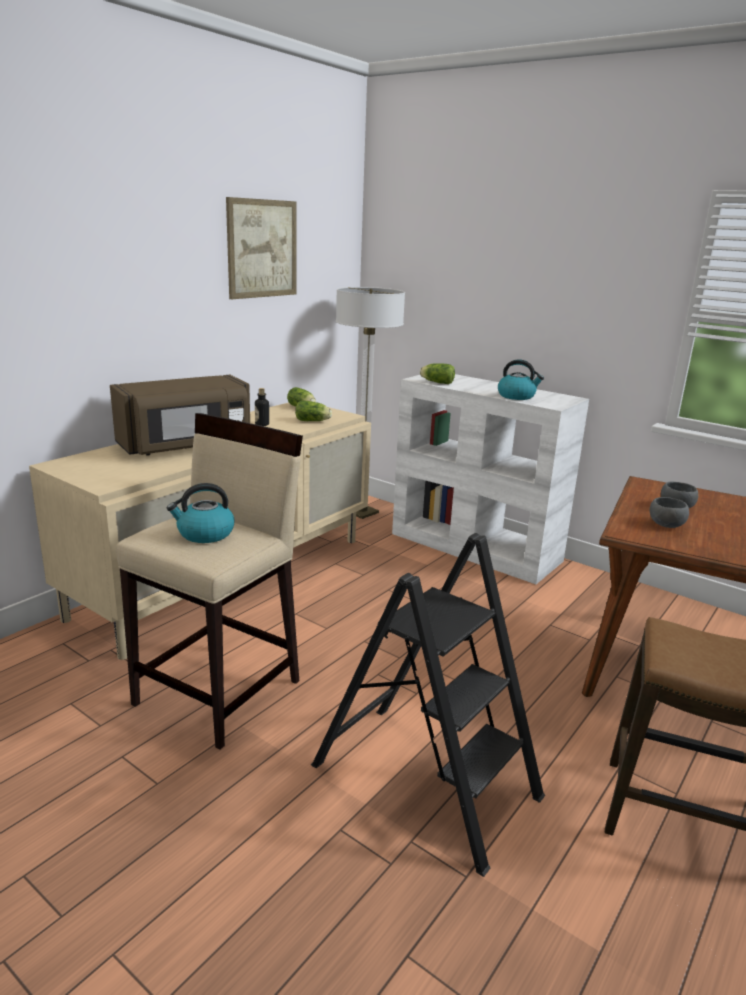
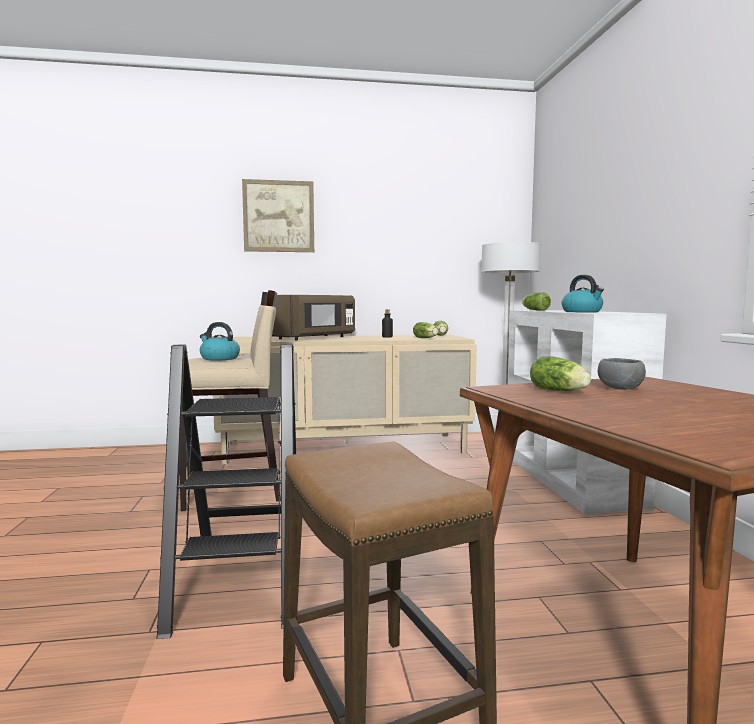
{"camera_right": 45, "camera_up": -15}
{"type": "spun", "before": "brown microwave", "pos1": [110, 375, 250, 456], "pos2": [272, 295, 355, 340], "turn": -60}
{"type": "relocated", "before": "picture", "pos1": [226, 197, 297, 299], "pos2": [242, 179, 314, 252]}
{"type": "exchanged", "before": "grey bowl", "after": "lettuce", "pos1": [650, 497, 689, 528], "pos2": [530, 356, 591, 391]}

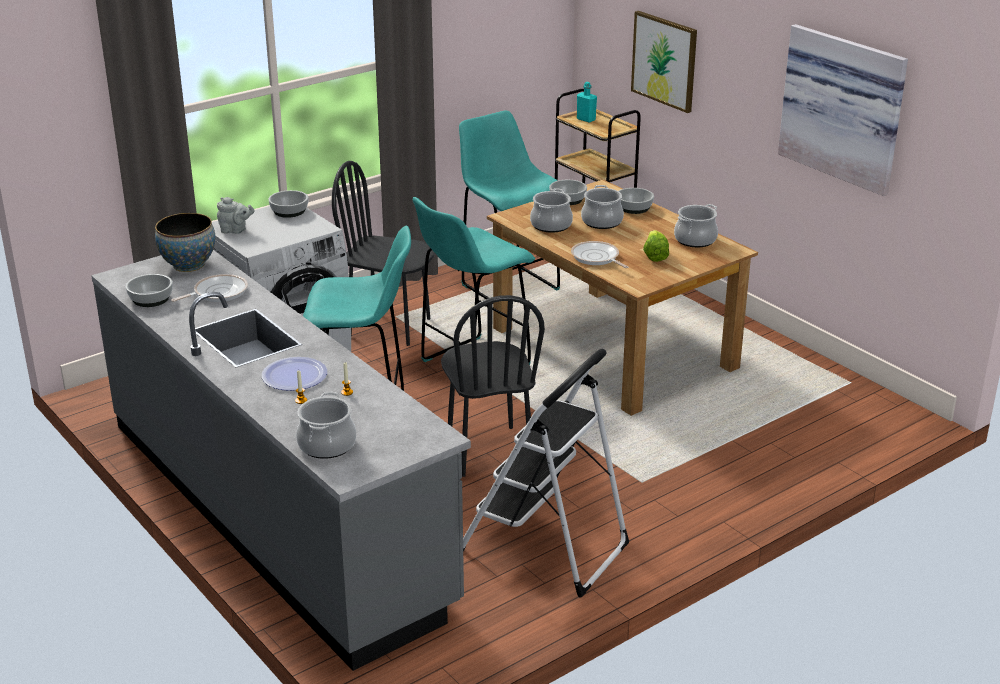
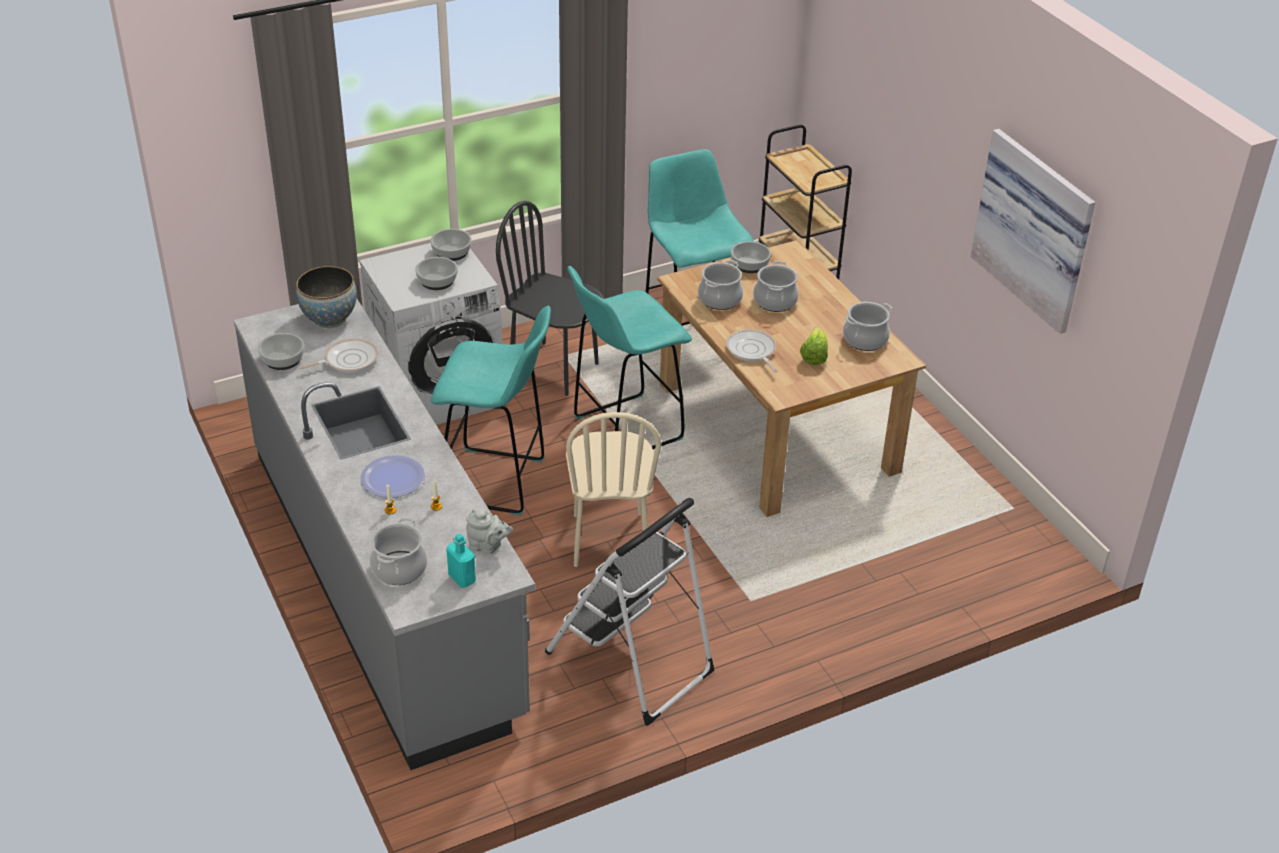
{"camera_right": 10, "camera_up": 10}
{"type": "relocated", "before": "grey teapot", "pos1": [217, 197, 254, 234], "pos2": [466, 509, 513, 554]}
{"type": "colour", "before": "black chair", "after": "beige chair", "pos1": [441, 295, 545, 477], "pos2": [566, 412, 661, 567]}
{"type": "relocated", "before": "turquoise bottle", "pos1": [577, 82, 597, 123], "pos2": [446, 534, 476, 588]}
{"type": "relocated", "before": "bowl", "pos1": [619, 188, 654, 214], "pos2": [415, 257, 458, 290]}
{"type": "missing", "before": "picture", "pos1": [631, 11, 697, 113]}

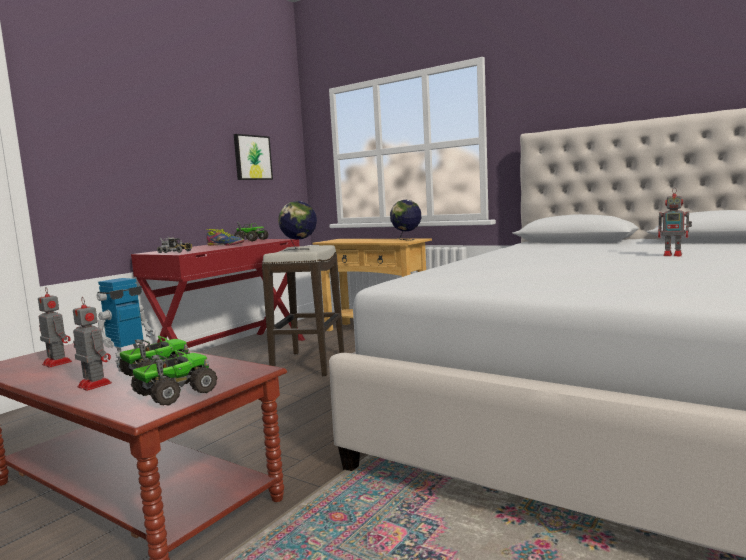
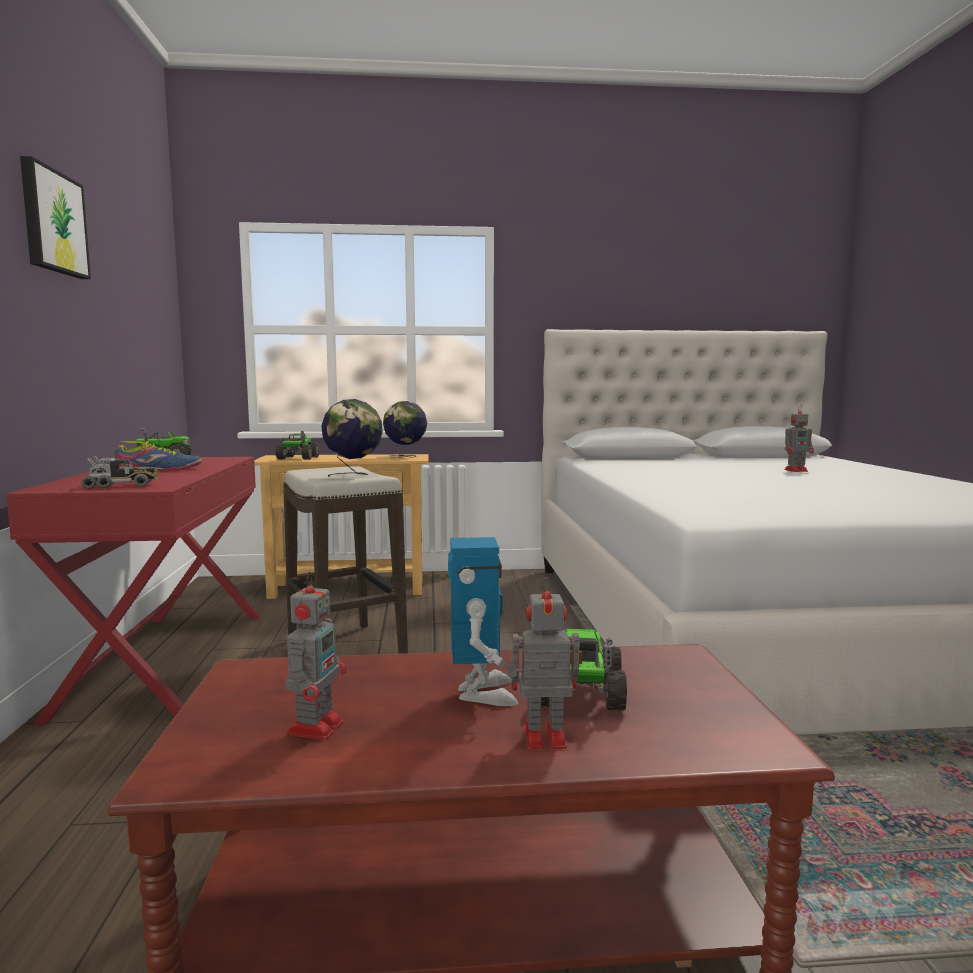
{"camera_right": -40, "camera_up": 0}
{"type": "spun", "before": "toy robot", "pos1": [38, 287, 72, 368], "pos2": [286, 572, 346, 740], "turn": 105}
{"type": "relocated", "before": "toy truck", "pos1": [131, 350, 217, 406], "pos2": [276, 431, 320, 460]}
{"type": "relocated", "before": "picture", "pos1": [234, 134, 273, 180], "pos2": [20, 156, 91, 279]}

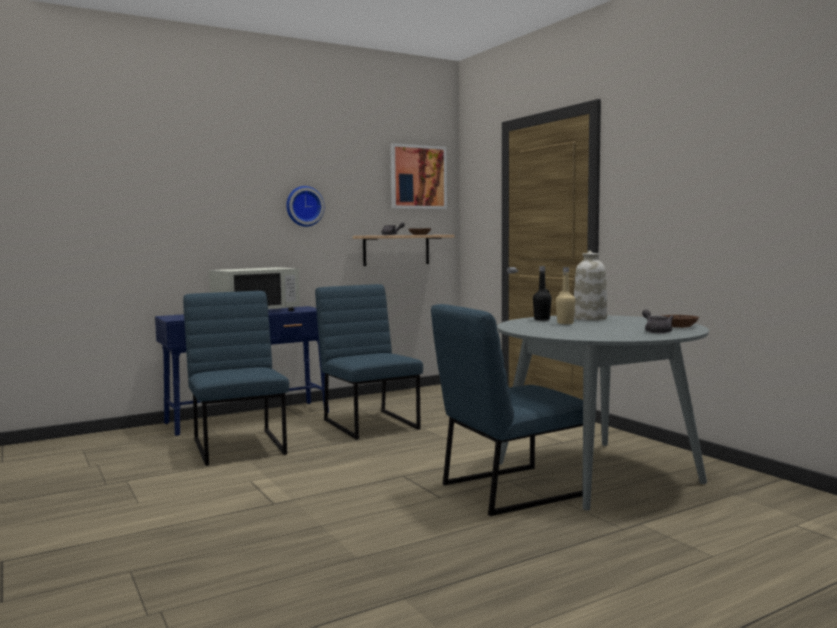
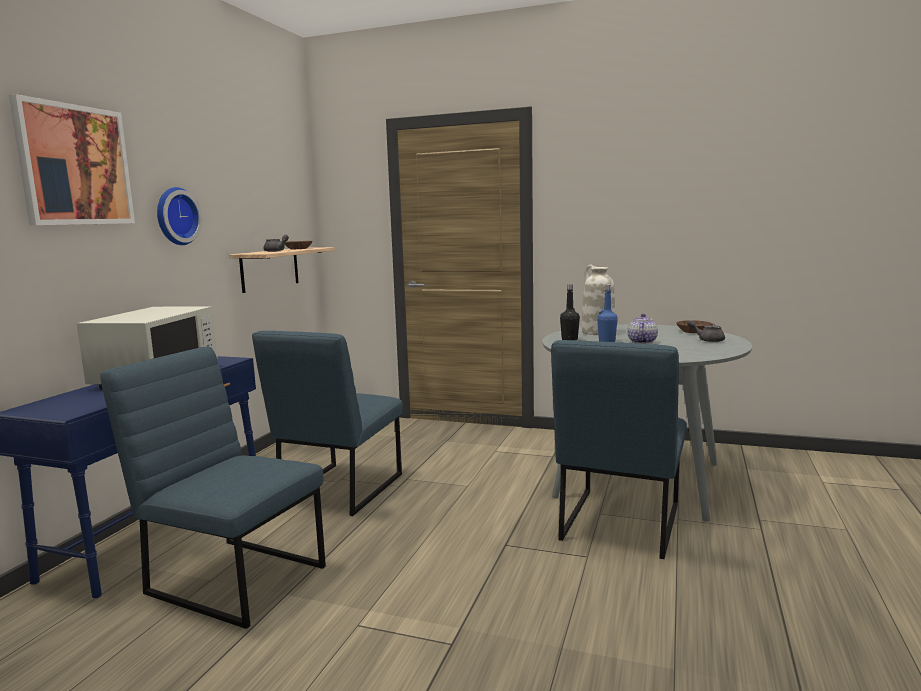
{"camera_right": -40, "camera_up": 5}
{"type": "spun", "before": "blue chair", "pos1": [315, 284, 423, 440], "pos2": [252, 331, 403, 516], "turn": -90}
{"type": "relocated", "before": "picture", "pos1": [390, 143, 447, 209], "pos2": [9, 94, 135, 226]}
{"type": "colour", "before": "beige bottle", "after": "blue bottle", "pos1": [556, 267, 576, 324], "pos2": [597, 284, 618, 342]}
{"type": "appeared", "after": "teapot", "pos2": [627, 314, 658, 344]}

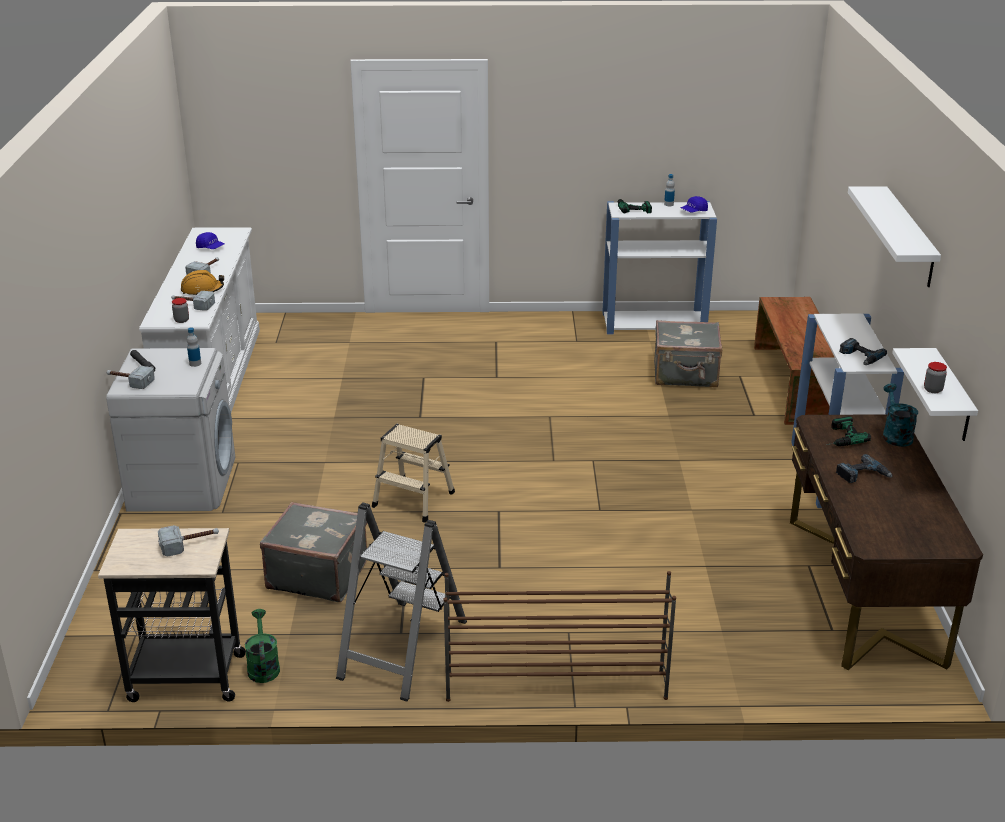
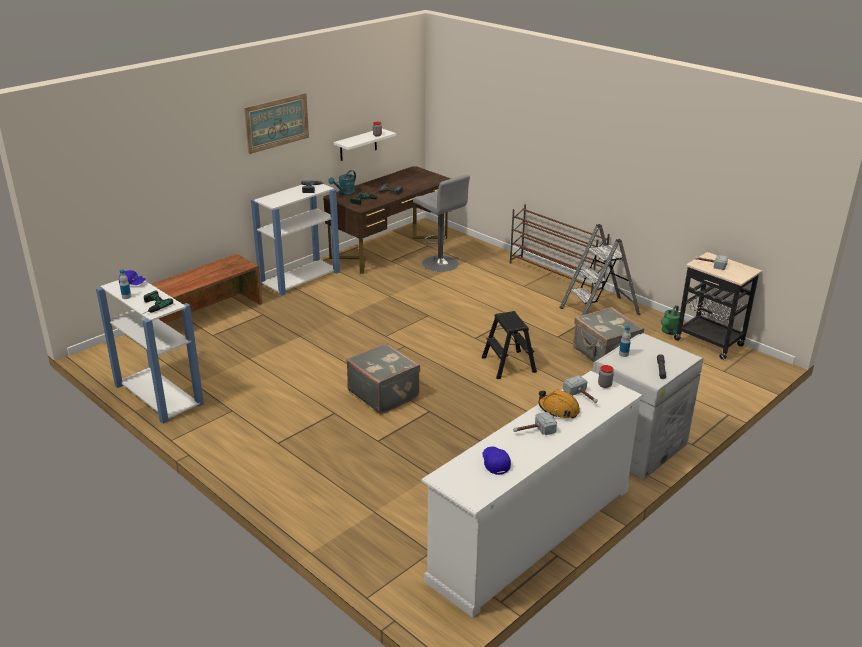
{"camera_right": -135, "camera_up": 0}
{"type": "missing", "before": "hammer", "pos1": [107, 366, 155, 389]}
{"type": "colour", "before": "beige step ladder", "after": "black step ladder", "pos1": [372, 424, 455, 523], "pos2": [482, 311, 537, 379]}
{"type": "relocated", "before": "grey suitcase", "pos1": [654, 320, 722, 387], "pos2": [347, 343, 420, 414]}
{"type": "exchanged", "before": "white shelf", "after": "picture", "pos1": [848, 186, 941, 287], "pos2": [244, 93, 309, 154]}
{"type": "appeared", "after": "grey stool", "pos2": [413, 174, 470, 272]}

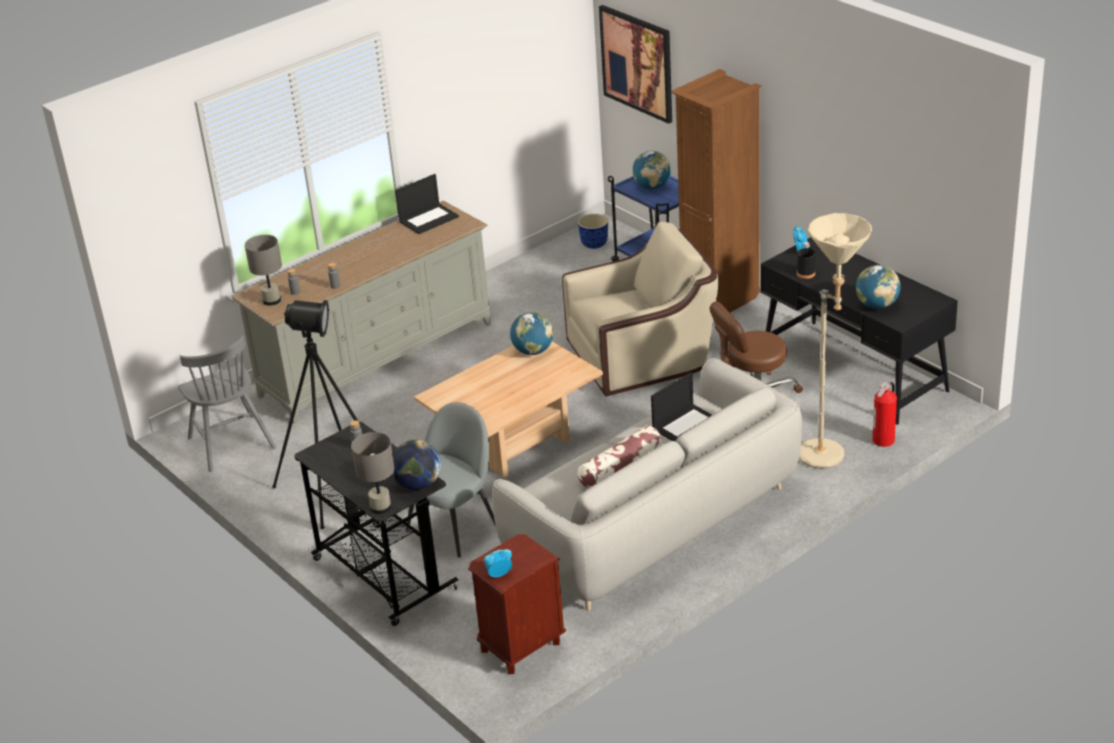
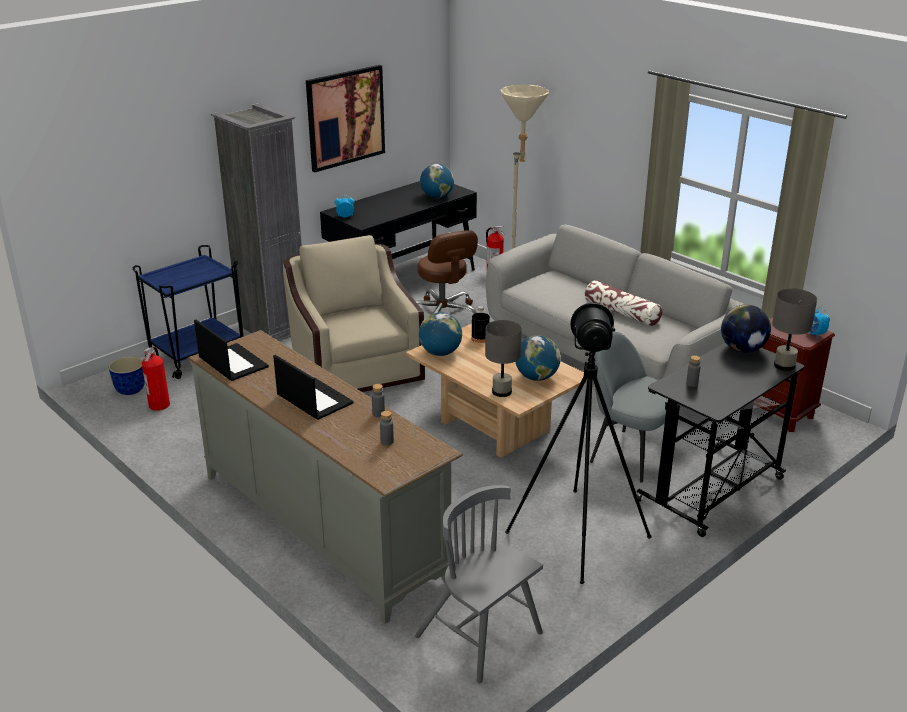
{"camera_right": -95, "camera_up": -5}
{"type": "spun", "before": "grey chair", "pos1": [178, 335, 277, 472], "pos2": [415, 485, 543, 683], "turn": -105}
{"type": "relocated", "before": "grey table lamp", "pos1": [245, 235, 282, 306], "pos2": [485, 320, 522, 397]}
{"type": "relocated", "before": "picture", "pos1": [599, 5, 672, 124], "pos2": [306, 65, 385, 173]}
{"type": "relocated", "before": "globe", "pos1": [632, 151, 671, 189], "pos2": [516, 335, 561, 381]}
{"type": "relocated", "before": "laptop", "pos1": [651, 372, 712, 441], "pos2": [273, 355, 354, 420]}
{"type": "colour", "before": "brown cabinet", "after": "grey cabinet", "pos1": [671, 69, 762, 313], "pos2": [211, 103, 302, 341]}
{"type": "relocated", "before": "black bottle", "pos1": [797, 242, 815, 279], "pos2": [471, 306, 490, 343]}
{"type": "appeared", "after": "fire extinguisher", "pos2": [142, 347, 170, 411]}

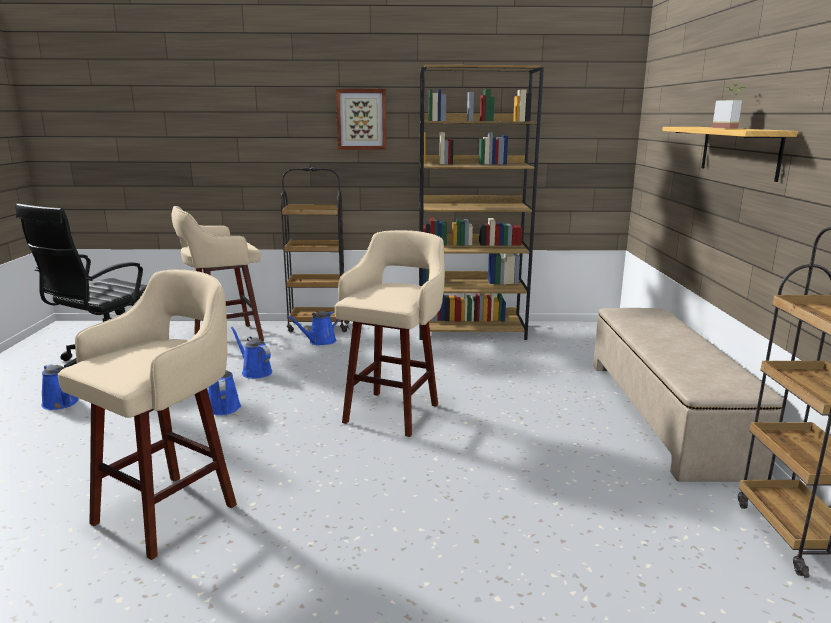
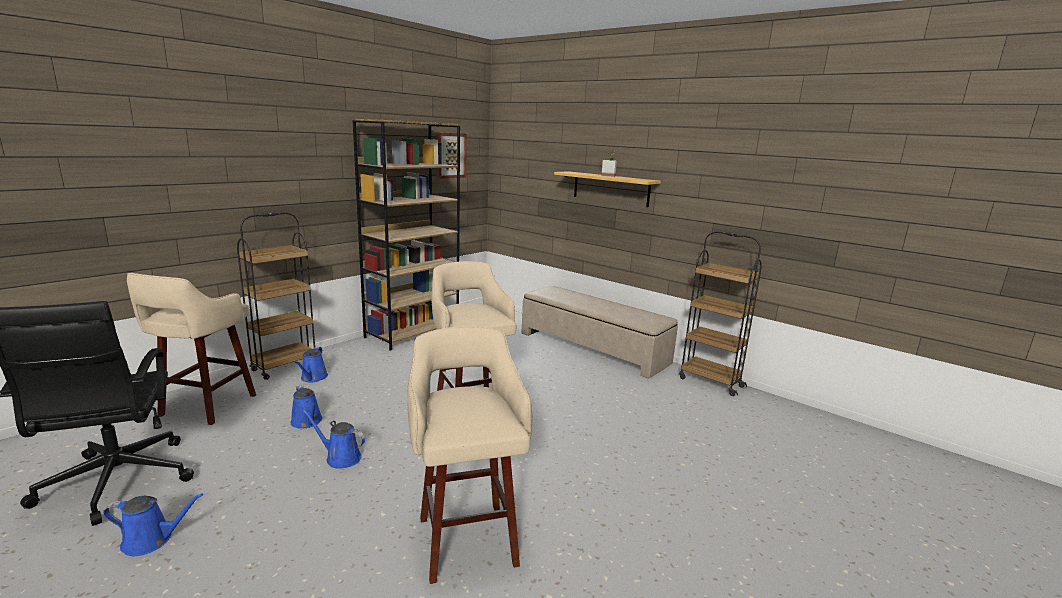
{"camera_right": -50, "camera_up": 0}
{"type": "spun", "before": "blue watering can", "pos1": [230, 327, 272, 379], "pos2": [291, 385, 323, 429], "turn": -120}
{"type": "relocated", "before": "picture", "pos1": [336, 89, 386, 150], "pos2": [436, 132, 467, 179]}

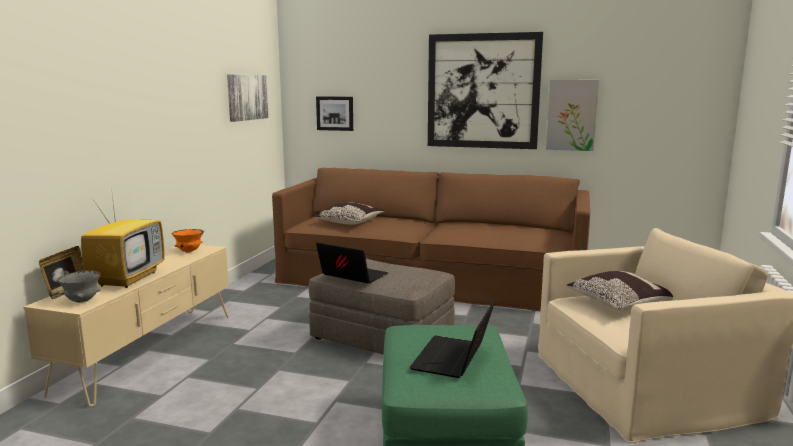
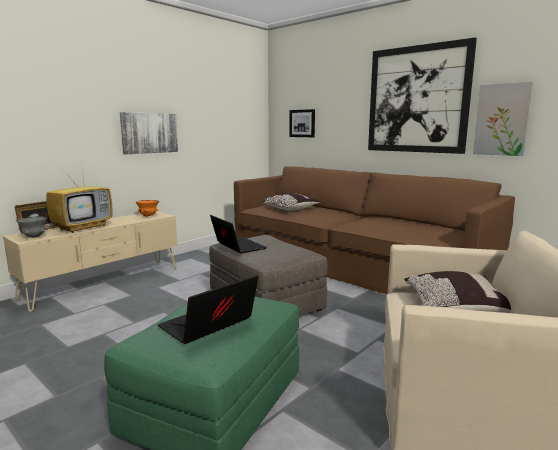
{"camera_right": 25, "camera_up": 0}
{"type": "relocated", "before": "picture", "pos1": [227, 74, 269, 122], "pos2": [120, 112, 178, 154]}

